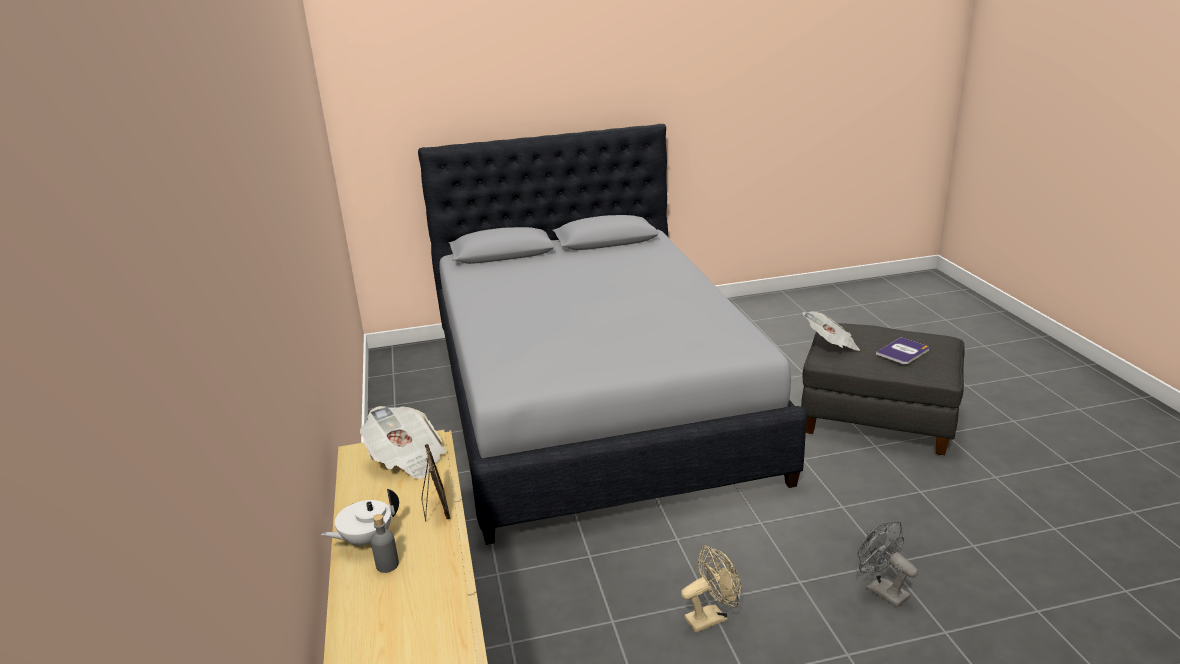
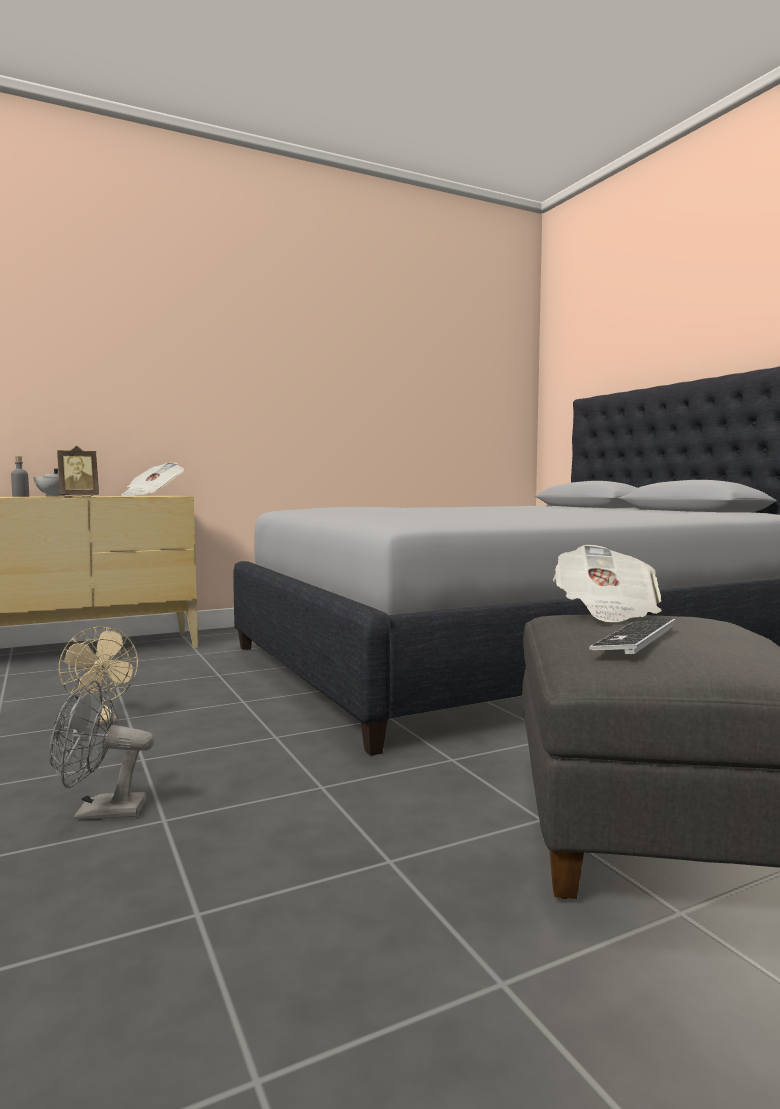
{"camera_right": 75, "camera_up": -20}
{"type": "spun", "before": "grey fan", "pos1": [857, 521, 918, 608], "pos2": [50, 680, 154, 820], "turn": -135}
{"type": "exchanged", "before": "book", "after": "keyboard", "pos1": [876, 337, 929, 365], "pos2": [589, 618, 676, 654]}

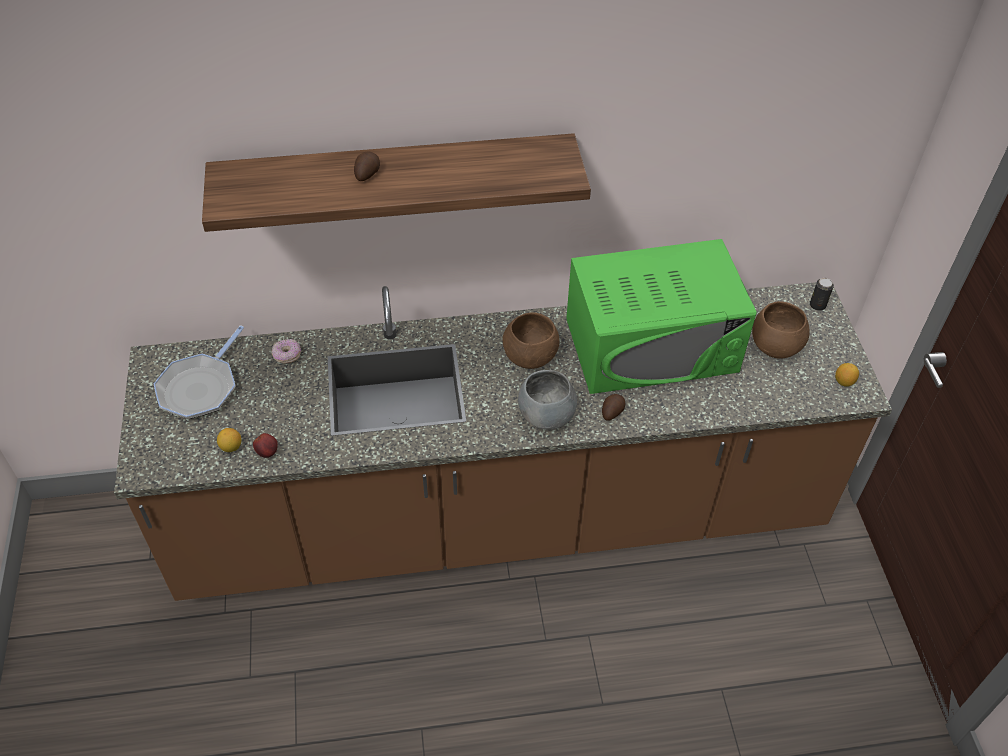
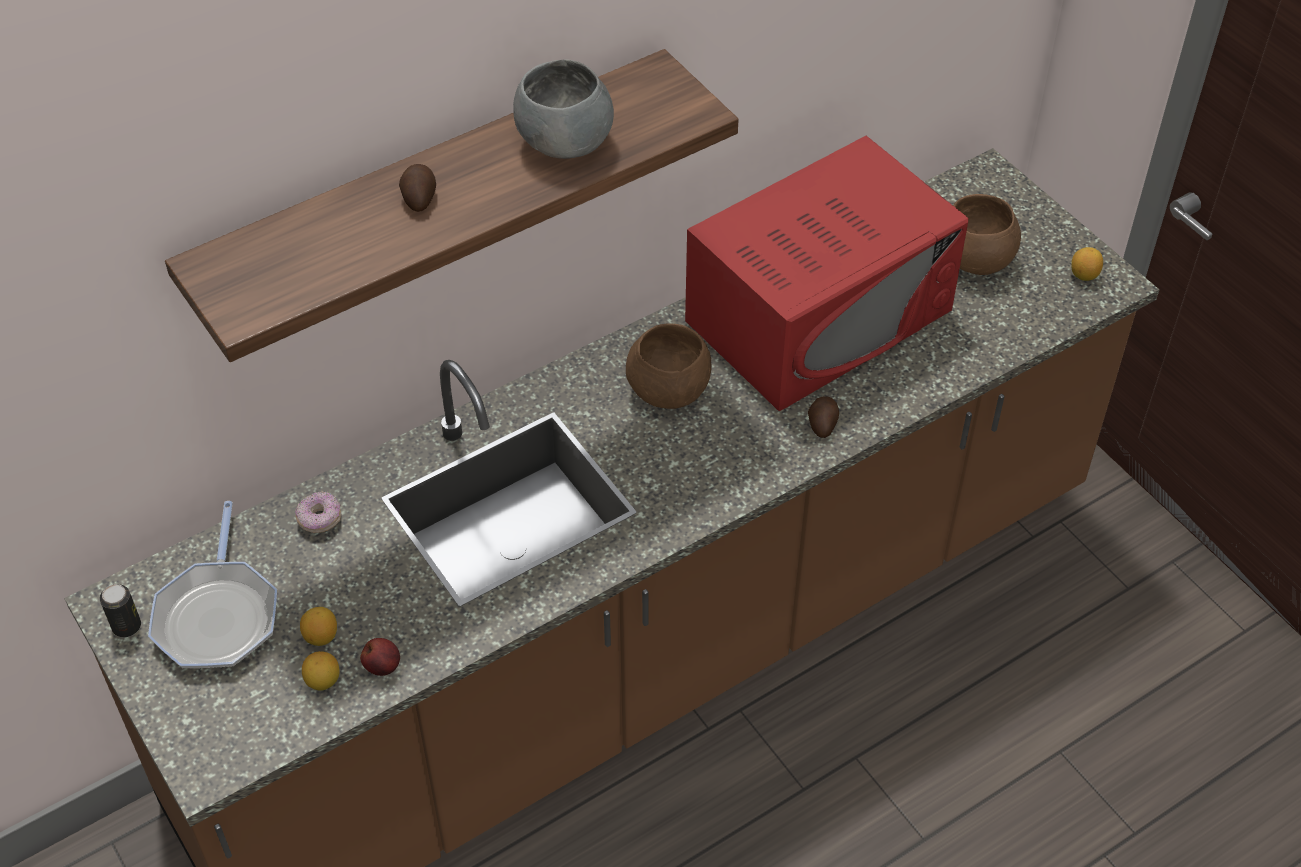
{"camera_right": -25, "camera_up": 0}
{"type": "relocated", "before": "grey bowl", "pos1": [518, 370, 577, 430], "pos2": [513, 59, 614, 159]}
{"type": "colour", "before": "green microwave", "after": "red microwave", "pos1": [566, 239, 757, 394], "pos2": [685, 136, 968, 411]}
{"type": "relocated", "before": "can", "pos1": [810, 278, 834, 311], "pos2": [100, 584, 141, 637]}
{"type": "appeared", "after": "lemon", "pos2": [300, 607, 337, 646]}

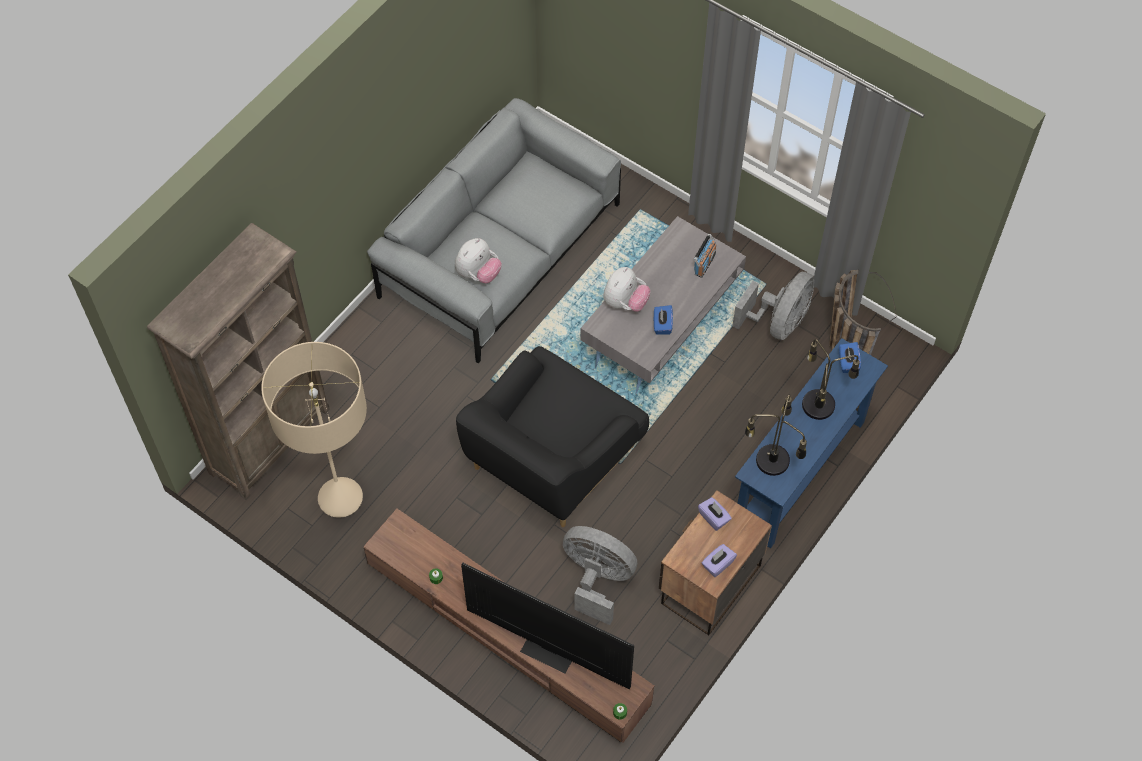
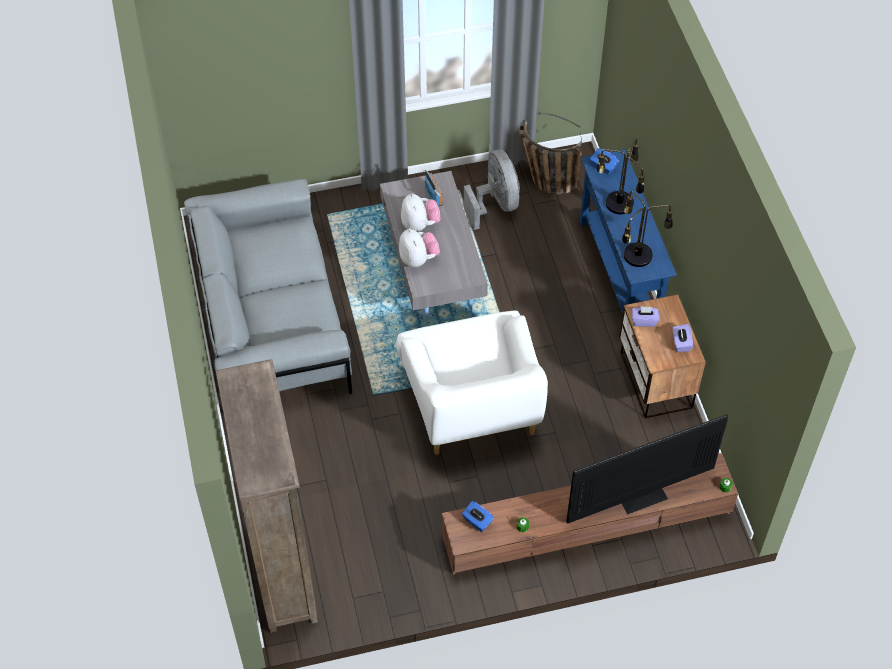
{"camera_right": -50, "camera_up": -5}
{"type": "missing", "before": "beige floor lamp", "pos1": [261, 342, 367, 518]}
{"type": "relocated", "before": "plush toy", "pos1": [455, 238, 502, 283], "pos2": [401, 193, 441, 232]}
{"type": "colour", "before": "black armchair", "after": "white armchair", "pos1": [456, 346, 649, 527], "pos2": [396, 310, 548, 455]}
{"type": "missing", "before": "grey fan", "pos1": [563, 526, 637, 625]}
{"type": "relocated", "before": "blue tissue box", "pos1": [654, 305, 673, 335], "pos2": [462, 501, 494, 532]}

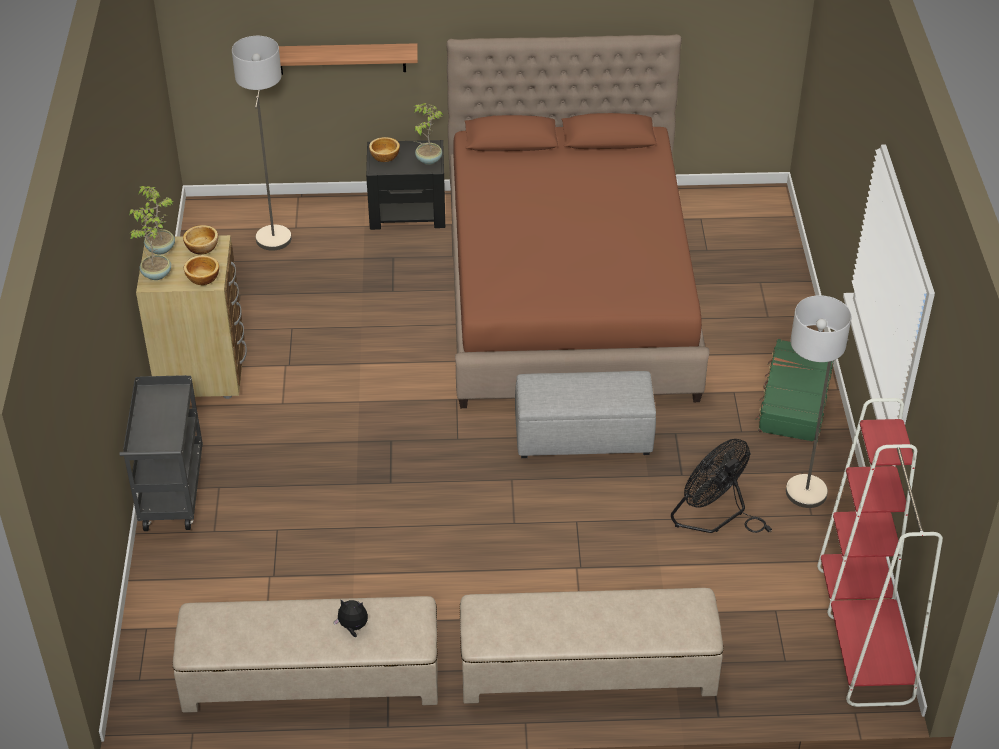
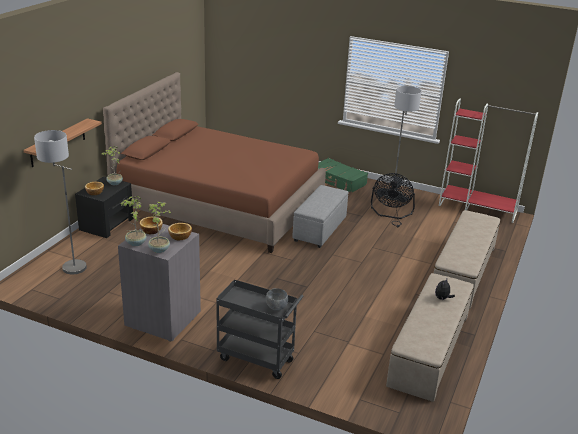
{"camera_right": -65, "camera_up": -15}
{"type": "colour", "before": "brown dresser", "after": "grey dresser", "pos1": [136, 235, 247, 399], "pos2": [118, 224, 201, 341]}
{"type": "spun", "before": "black fan", "pos1": [671, 439, 772, 533], "pos2": [371, 173, 415, 228], "turn": 120}
{"type": "appeared", "after": "grey bowl", "pos2": [266, 288, 288, 310]}

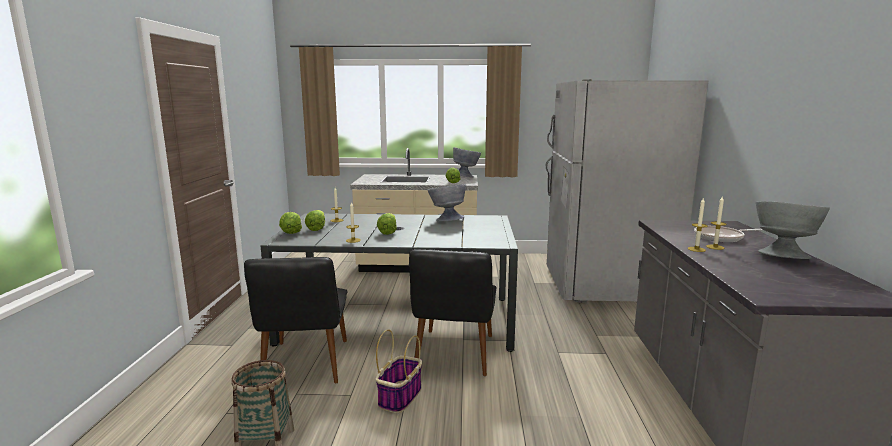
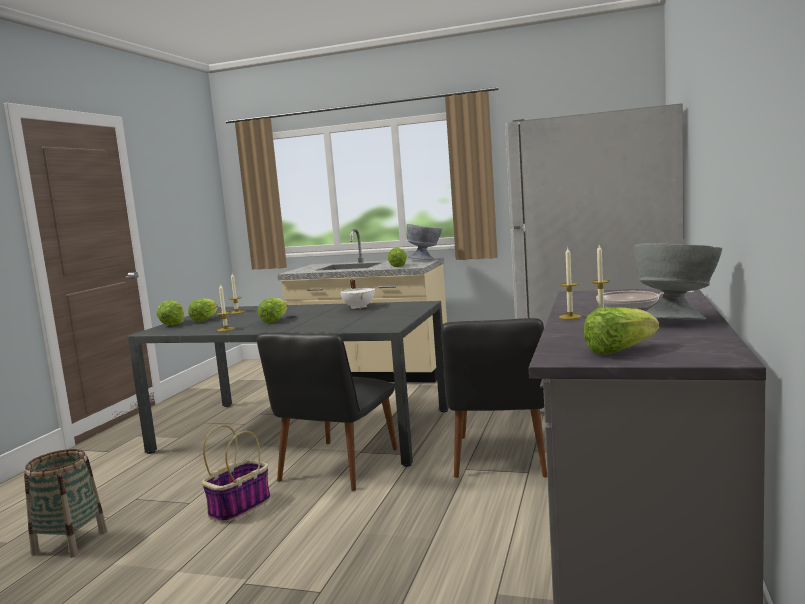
{"camera_right": 15, "camera_up": -5}
{"type": "relocated", "before": "black chair", "pos1": [244, 257, 348, 383], "pos2": [441, 318, 547, 478]}
{"type": "exchanged", "before": "grey bowl", "after": "white cooking pot", "pos1": [428, 184, 466, 221], "pos2": [340, 279, 375, 309]}
{"type": "appeared", "after": "lettuce", "pos2": [584, 307, 659, 354]}

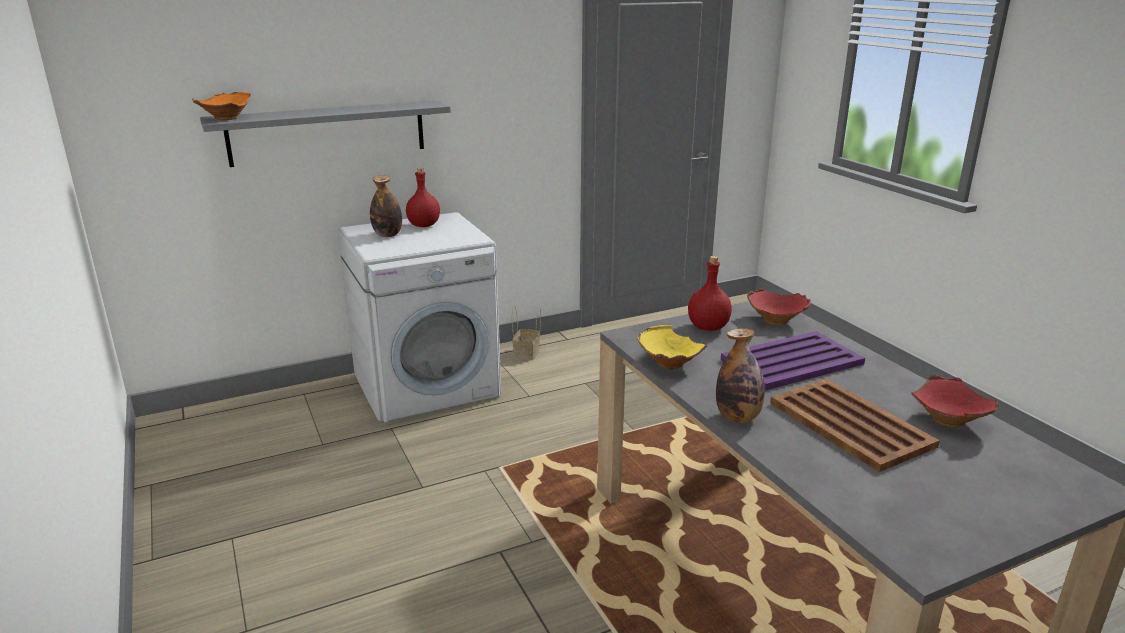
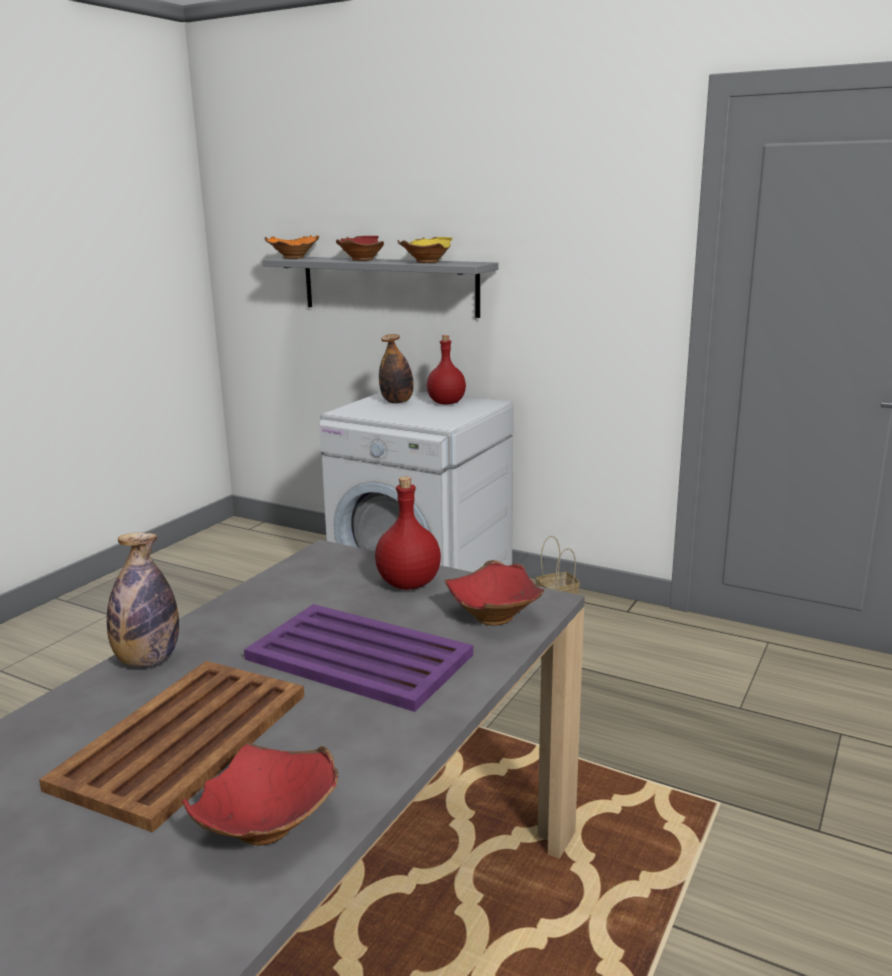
{"camera_right": 55, "camera_up": -5}
{"type": "relocated", "before": "yellow bowl", "pos1": [637, 325, 707, 369], "pos2": [398, 237, 452, 263]}
{"type": "appeared", "after": "red bowl", "pos2": [336, 236, 384, 261]}

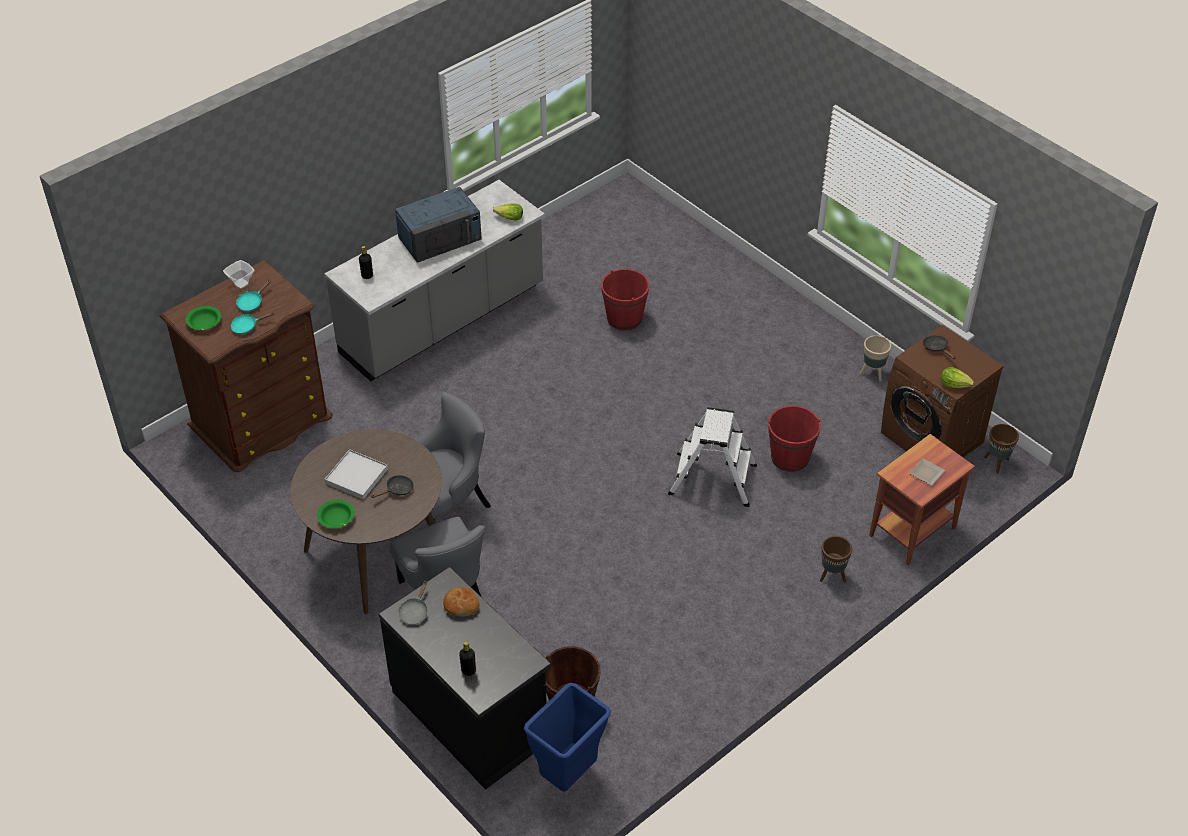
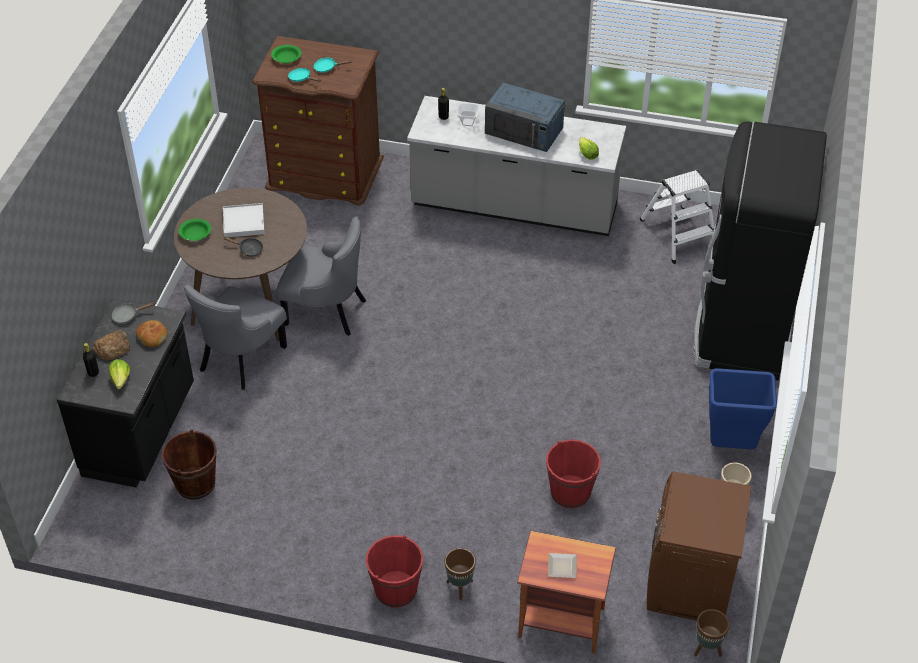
{"camera_right": 55, "camera_up": 0}
{"type": "relocated", "before": "bowl", "pos1": [223, 260, 255, 289], "pos2": [456, 103, 480, 126]}
{"type": "relocated", "before": "blue trash can", "pos1": [524, 683, 611, 792], "pos2": [709, 368, 777, 449]}
{"type": "relocated", "before": "red bucket", "pos1": [601, 269, 649, 331], "pos2": [365, 535, 423, 608]}
{"type": "relocated", "before": "white step ladder", "pos1": [668, 407, 757, 507], "pos2": [640, 169, 714, 264]}
{"type": "missing", "before": "black frying pan", "pos1": [923, 335, 956, 359]}
{"type": "relocated", "before": "lettuce", "pos1": [941, 367, 975, 388], "pos2": [109, 359, 130, 389]}
{"type": "appeared", "after": "bread", "pos2": [93, 330, 130, 360]}
{"type": "appeared", "after": "black fridge", "pos2": [694, 122, 827, 381]}

